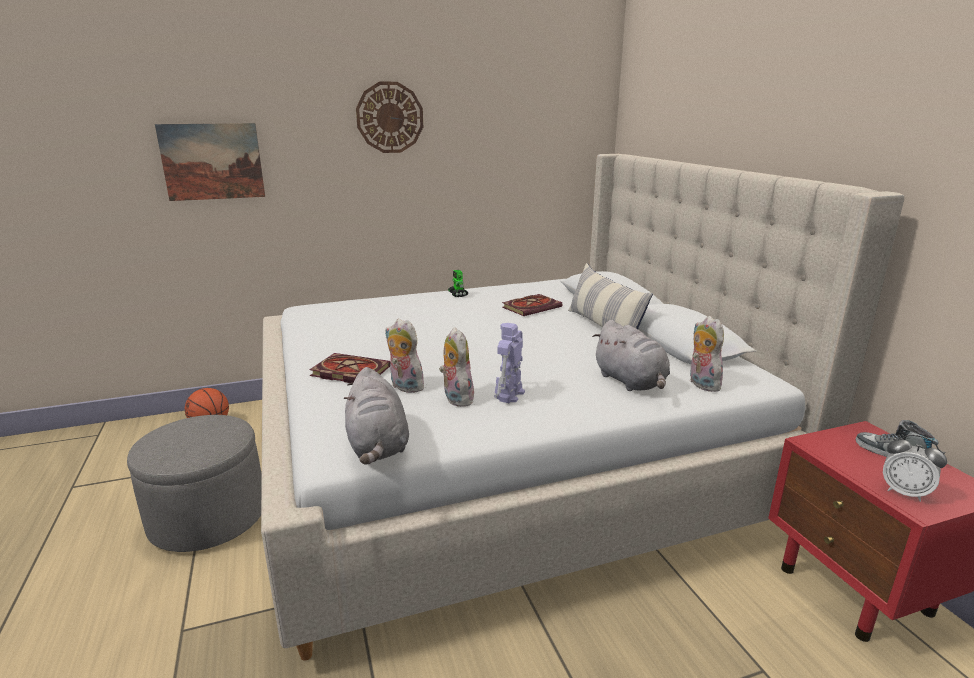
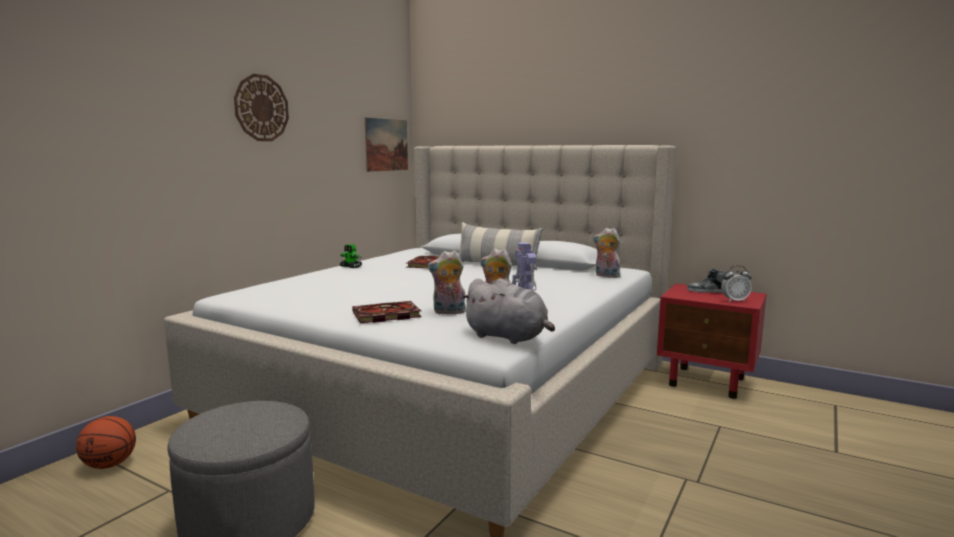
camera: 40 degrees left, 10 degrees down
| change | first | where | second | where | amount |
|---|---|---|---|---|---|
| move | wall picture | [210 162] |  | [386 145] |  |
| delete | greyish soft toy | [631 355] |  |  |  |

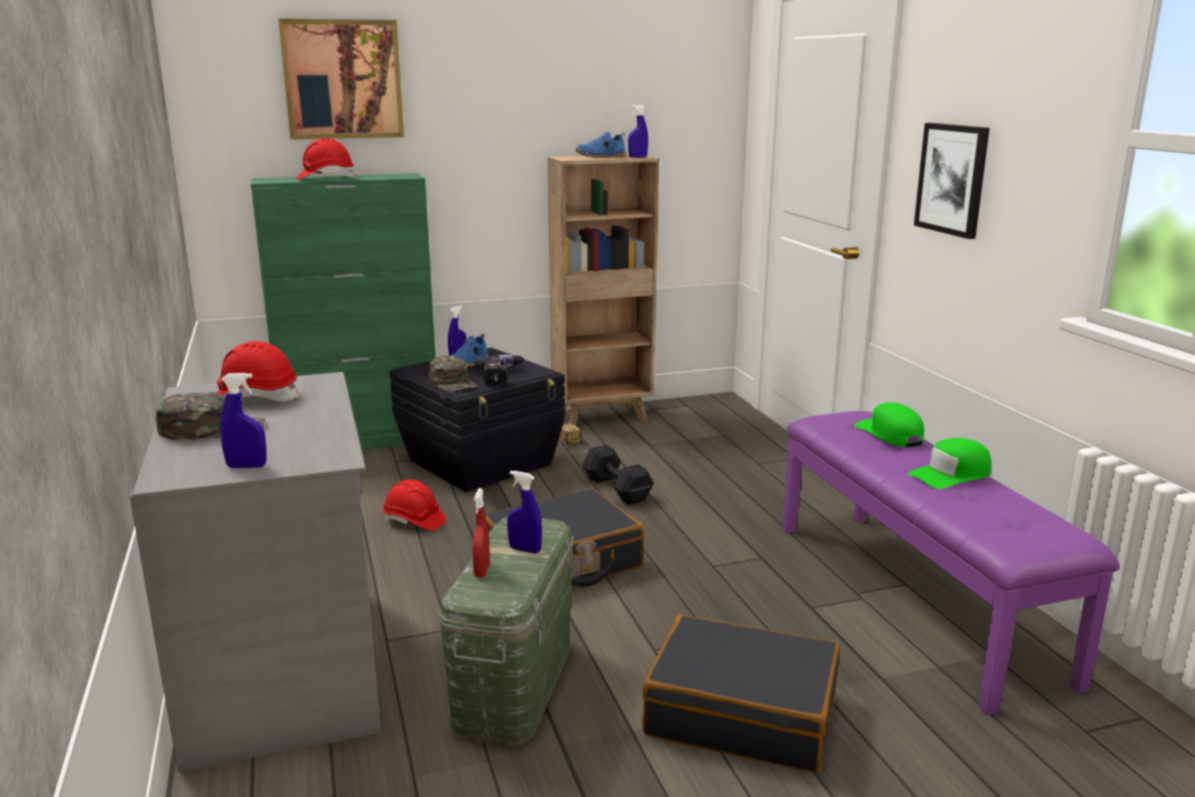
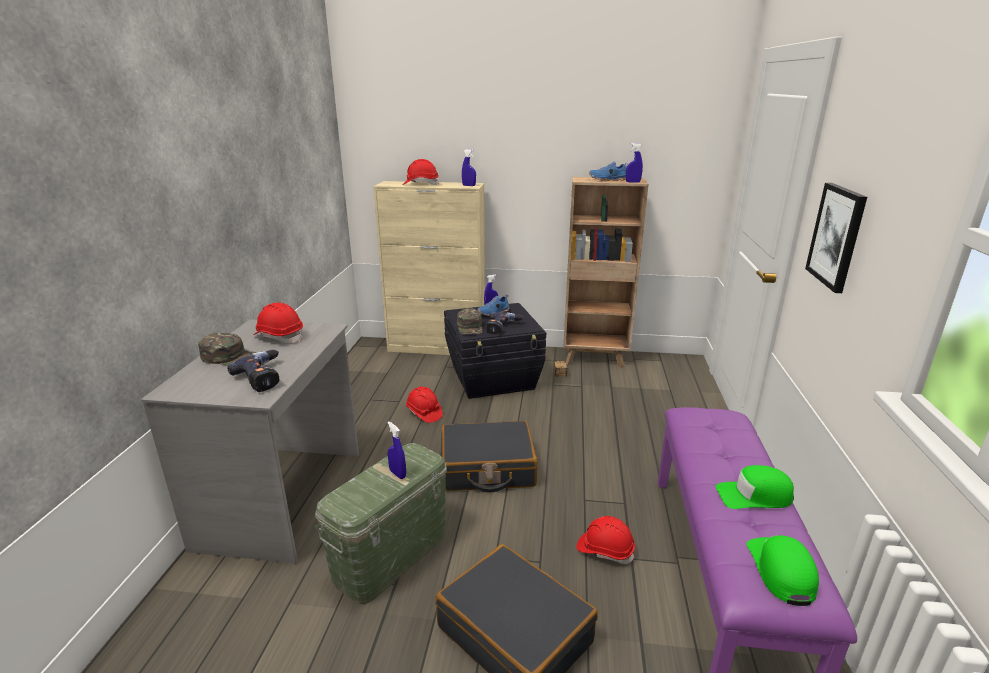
camera: 25 degrees right, 5 degrees up
| change | first | where | second | where | amount |
|---|---|---|---|---|---|
| move | blue-coloured spray bottle | [243 420] |  | [469 167] |  |
| recolor | green-coloured cabinet | [343 311] | beige-coloured cabinet | [429 268] |  |
| delete | wall picture | [341 79] |  |  |  |
| delete | reddish spray bottle | [481 532] |  |  |  |
| delete | blackish dumbbell | [618 475] |  |  |  |
| move | green-coloured peaked cap | [889 424] |  | [782 570] |  |
| insert |  |  | electric drill | [253 371] |  |
| insert |  |  | reddish safety helmet | [606 540] |  |

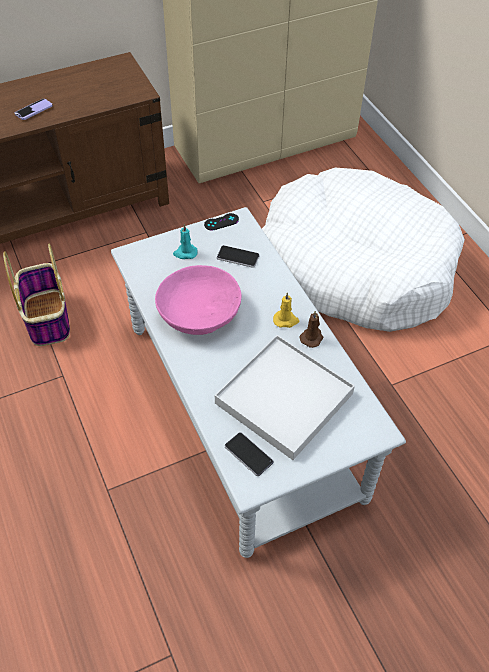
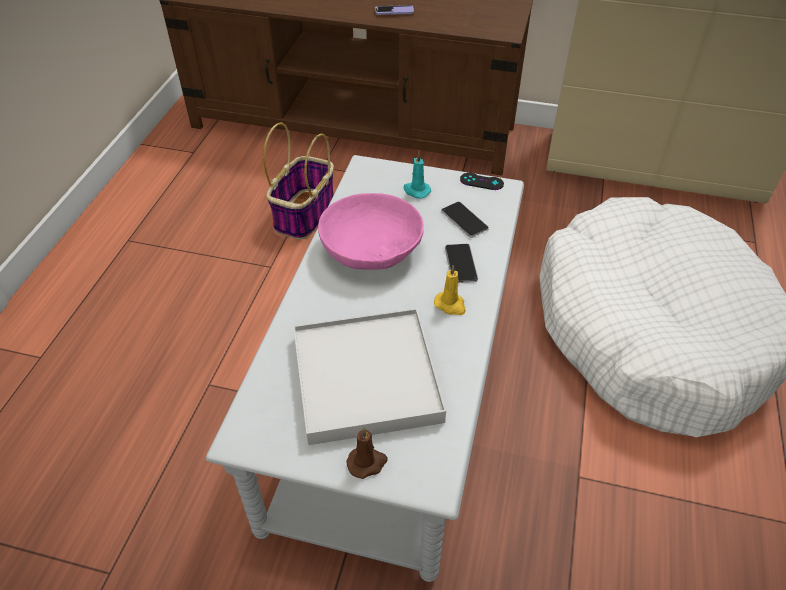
camera: 40 degrees right, 5 degrees down
| change | first | where | second | where | amount |
|---|---|---|---|---|---|
| move | handset | [249 454] |  | [461 263] |  |
| move | brown candle | [311 329] |  | [367 453] |  |

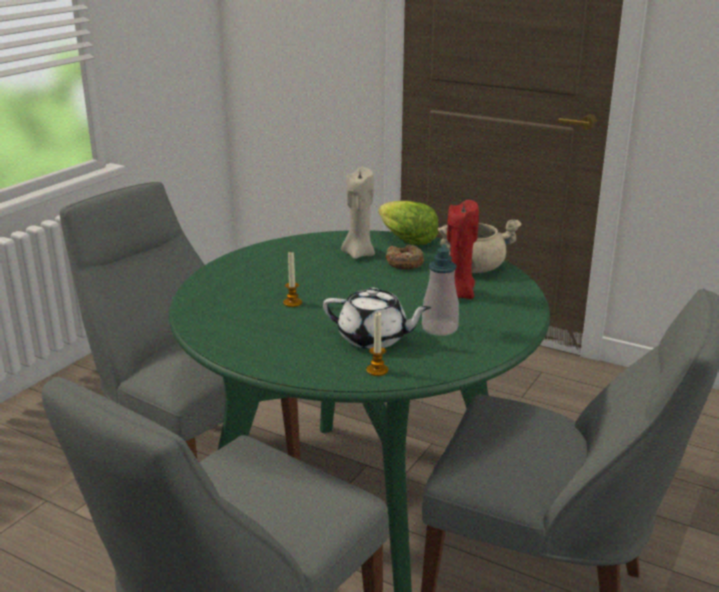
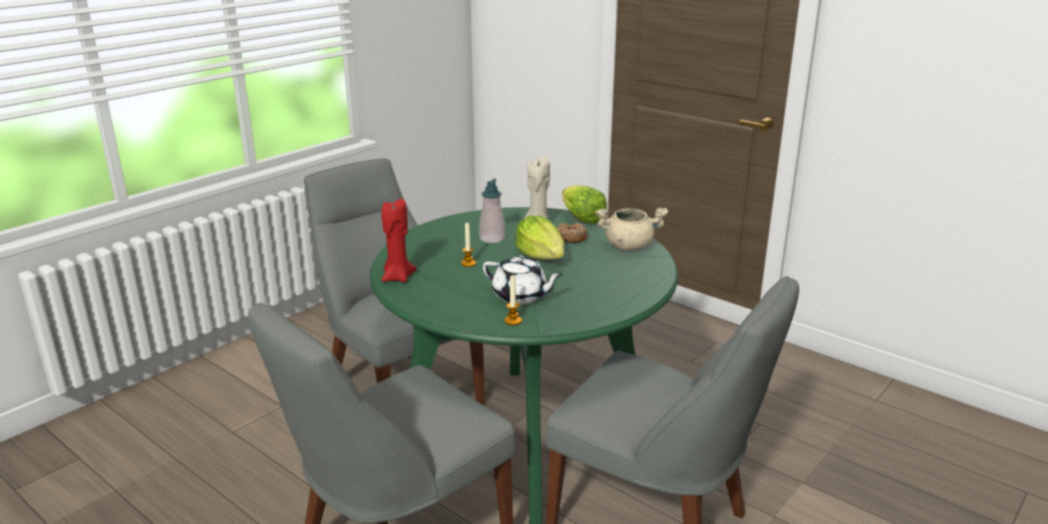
camera: 10 degrees right, 0 degrees up
| change | first | where | second | where | amount |
|---|---|---|---|---|---|
| move | liquid soap bottle | [440 290] |  | [492 211] |  |
| move | reddish candle | [463 249] |  | [398 240] |  |
| insert |  |  | head of lettuce | [539 238] |  |

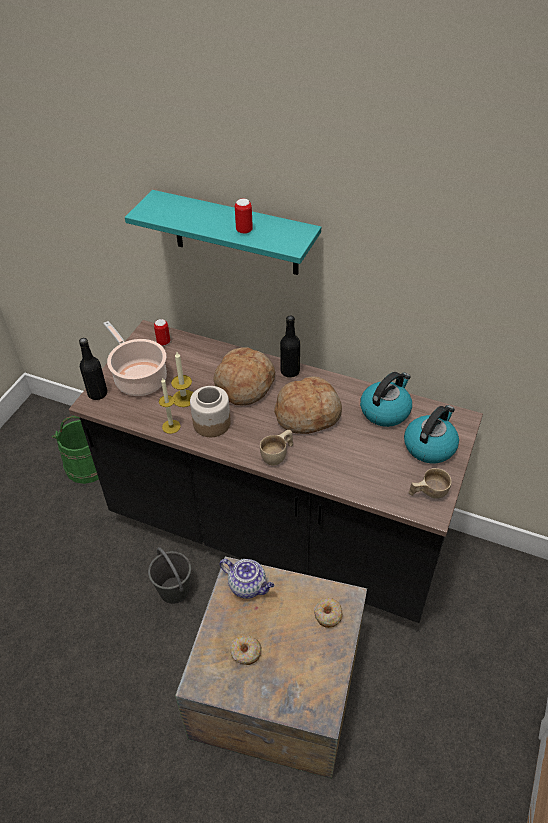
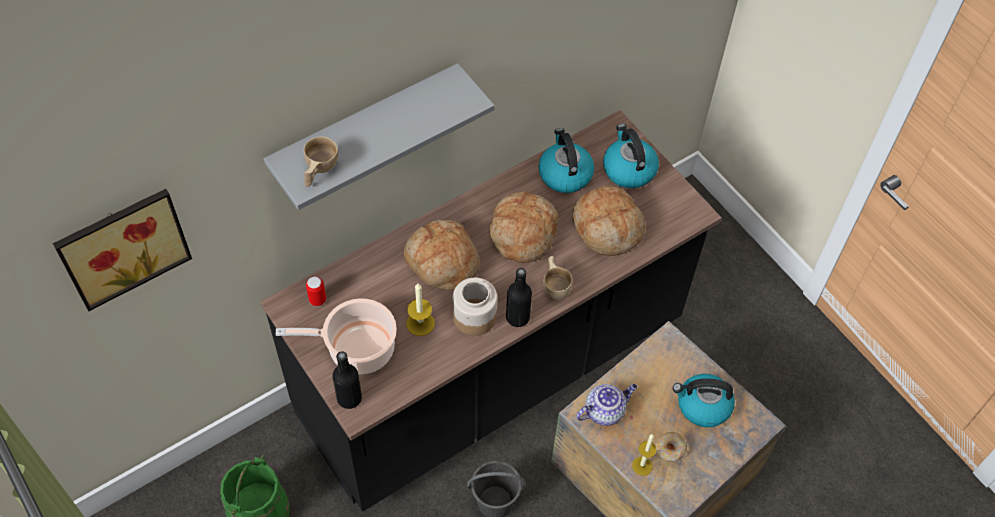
camera: 60 degrees left, 10 degrees up
| change | first | where | second | where | amount |
|---|---|---|---|---|---|
| recolor | turquoise wall shelf | [223 232] | greyish wall shelf | [379 136] |  |
| move | candle | [170 405] |  | [644 455] |  |
| delete | sealed can | [244 216] |  |  |  |
| move | blackish drink bottle | [290 347] |  | [519 297] |  |
| delete | doughnut | [328 613] |  |  |  |
| move | beige-coloured drinking cup | [430 483] |  | [321 161] |  |
| insert |  |  | wall picture | [122 250] |  |
| insert |  |  | bread | [608 221] |  |
| insert |  |  | tea kettle | [704 400] |  |

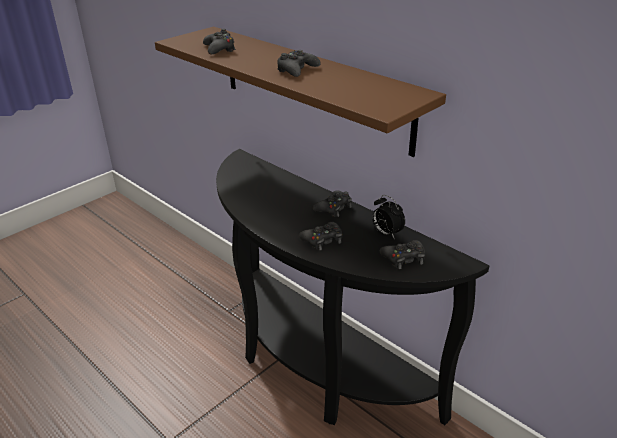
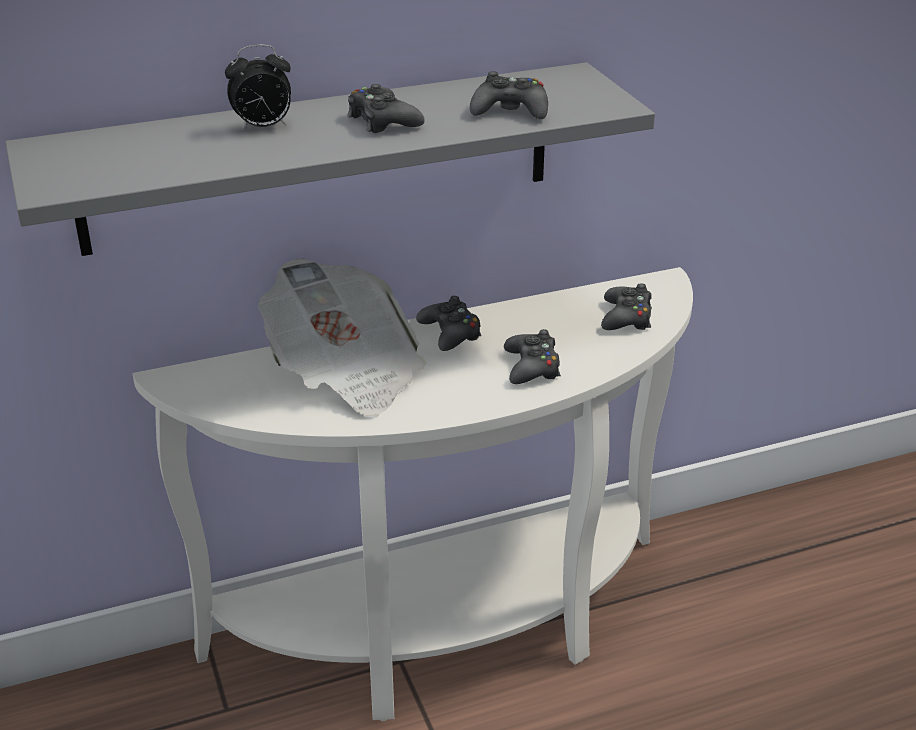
camera: 65 degrees left, 0 degrees up
| change | first | where | second | where | amount |
|---|---|---|---|---|---|
| recolor | brown wall shelf | [300 92] | greyish wall shelf | [330 159] |  |
| move | blackish gamepad | [219 41] |  | [509 95] |  |
| recolor | blackish narrow table | [353 287] | white narrow table | [412 494] |  |
| move | bedside clock | [388 216] |  | [258 88] |  |
| insert |  |  | printed paper | [342 337] |  |

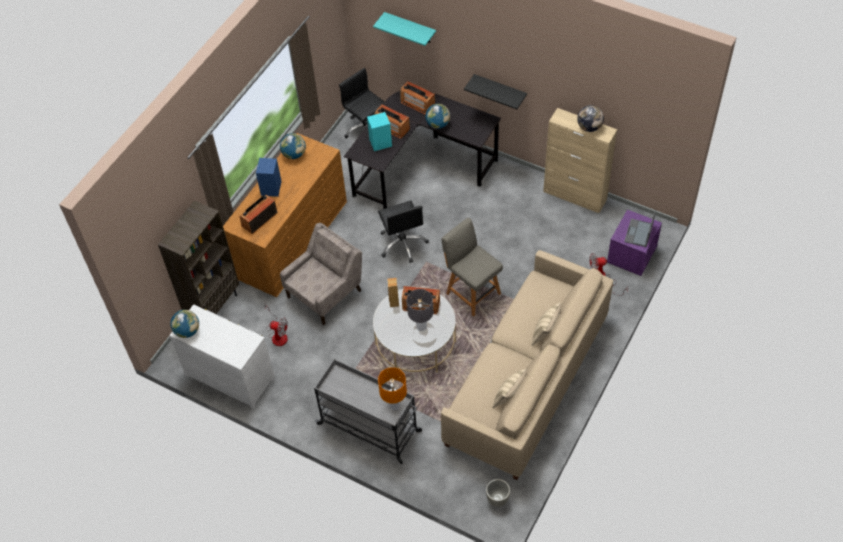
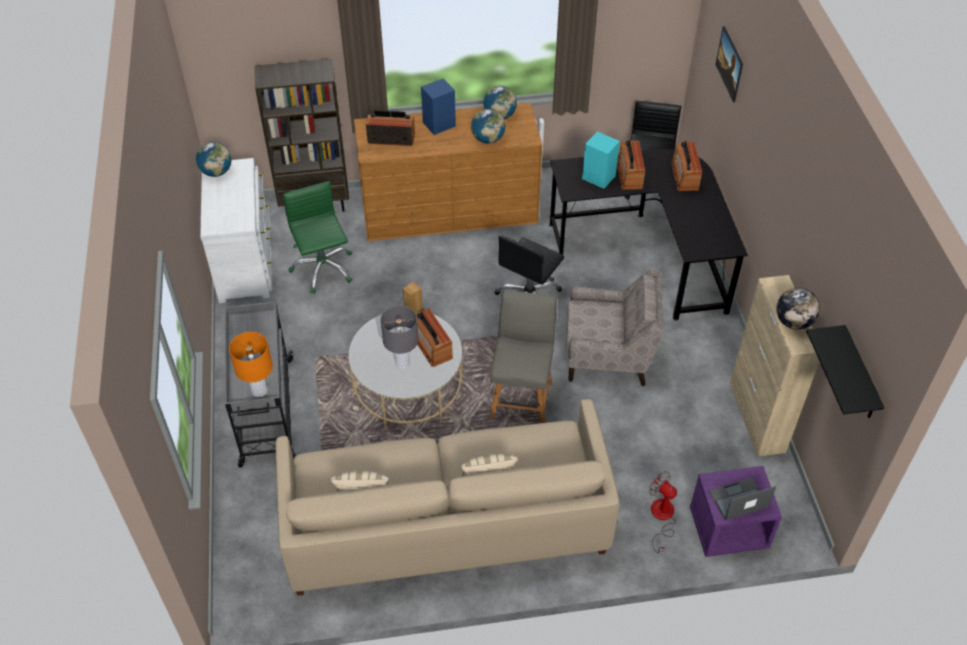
camera: 50 degrees right, 5 degrees down
| change | first | where | second | where | amount |
|---|---|---|---|---|---|
| replace | fan | [276 324] | green-coloured computer chair | [317 237] |  |
| move | beige-coloured easy chair | [321 274] |  | [614 327] |  |
| replace | turquoise wall shelf | [404 29] | wall picture | [729 64] |  |
| move | world globe | [437 116] |  | [488 126] |  |
| move | blackish wall shelf | [495 91] |  | [846 371] |  |
| delete | greyish planter | [498 493] |  |  |  |

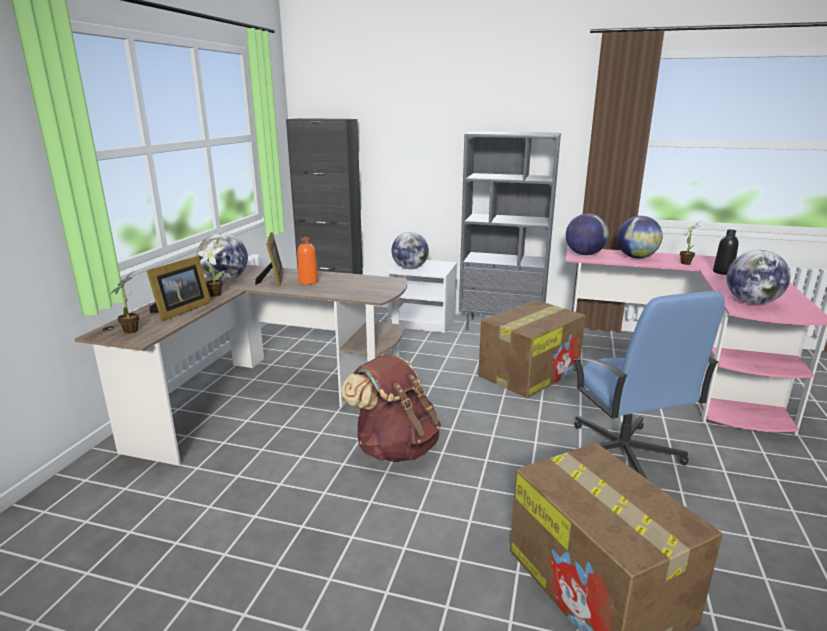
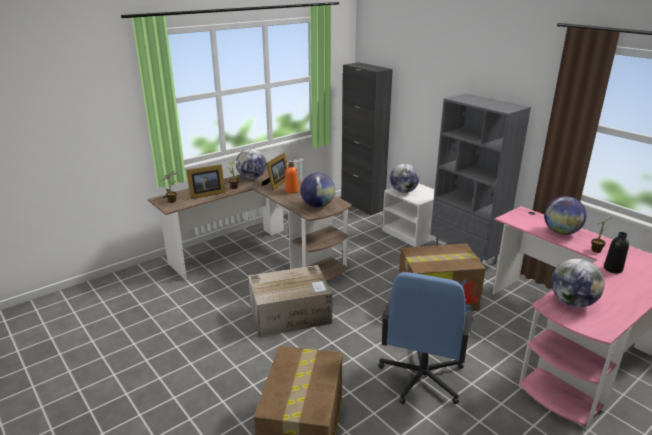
camera: 35 degrees right, 5 degrees up
| change | first | where | second | where | amount |
|---|---|---|---|---|---|
| replace | brown knapsack | [391 408] | carton | [290 301] |  |
| move | world globe | [587 234] |  | [317 190] |  |

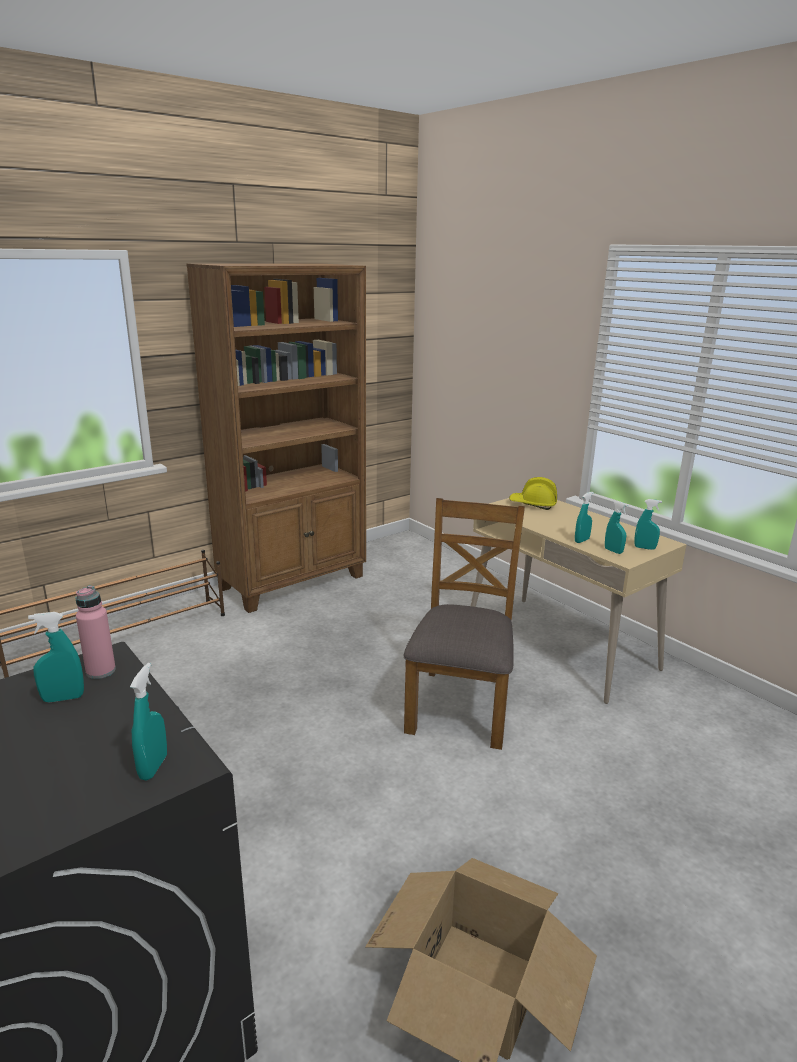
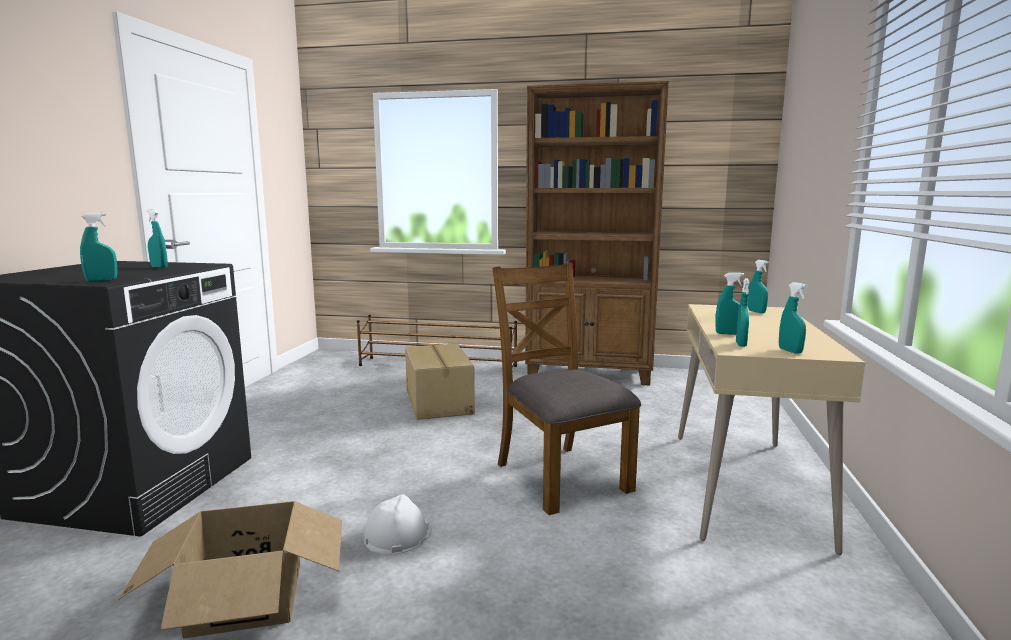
camera: 50 degrees right, 10 degrees down
| change | first | where | second | where | amount |
|---|---|---|---|---|---|
| delete | pinkish drink bottle | [96 632] |  |  |  |
| rotate | brown chair | [464 624] |  | [567 388] | 90 degrees counterclockwise |
| replace | yellowish safety helmet | [533 493] | turquoise spray bottle | [758 286] |  |
| insert |  |  | white safety helmet | [398 524] |  |
| insert |  |  | carton | [440 382] |  |

